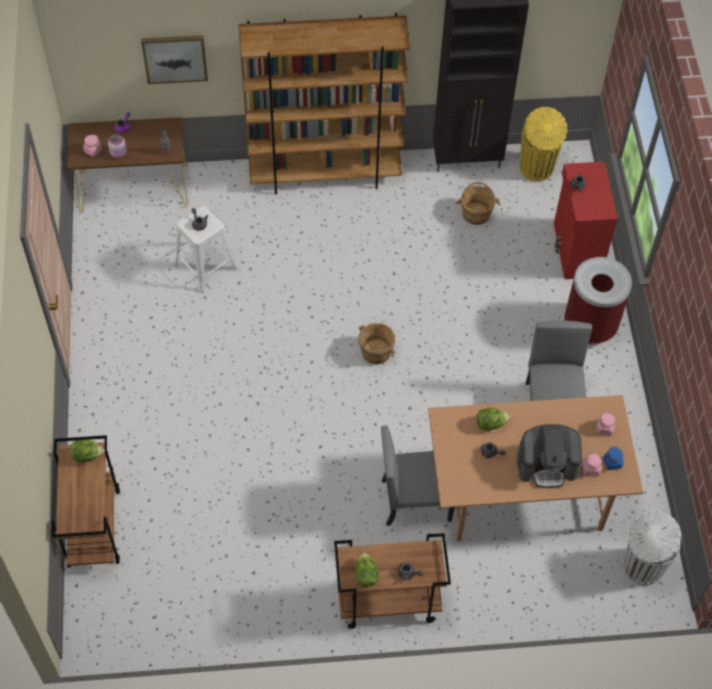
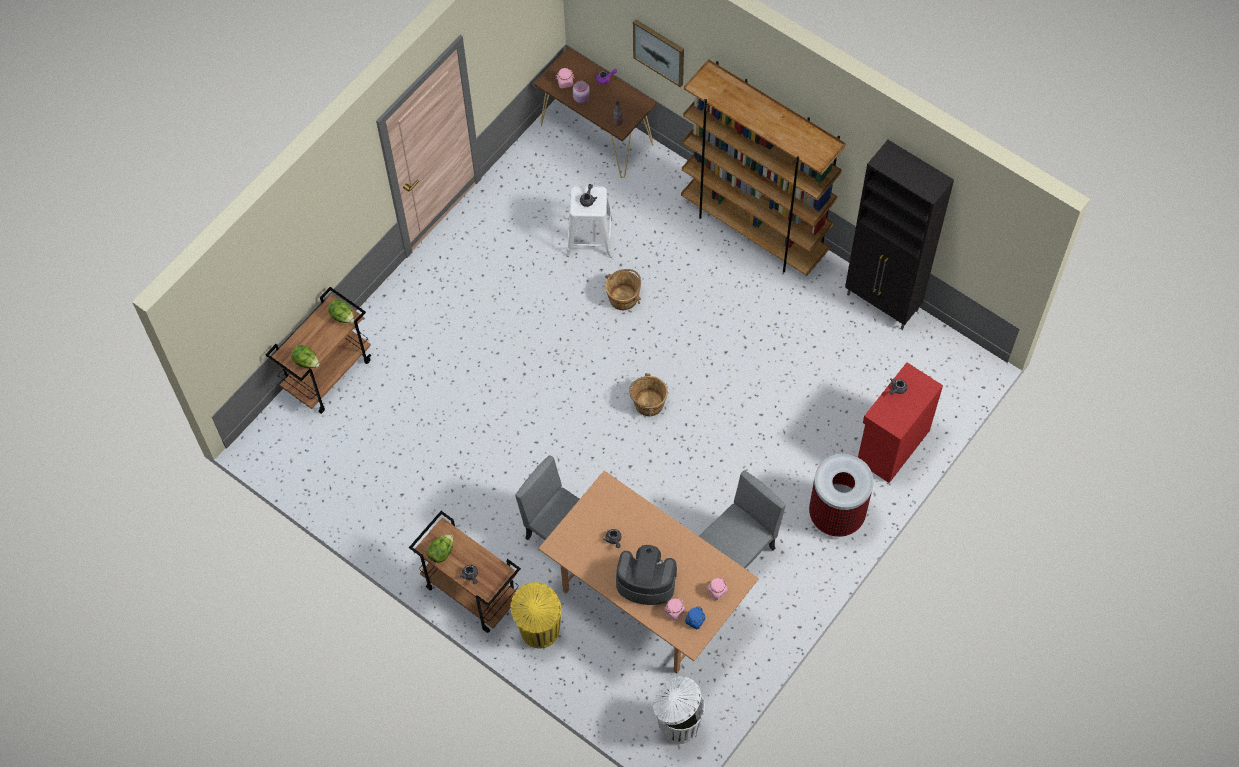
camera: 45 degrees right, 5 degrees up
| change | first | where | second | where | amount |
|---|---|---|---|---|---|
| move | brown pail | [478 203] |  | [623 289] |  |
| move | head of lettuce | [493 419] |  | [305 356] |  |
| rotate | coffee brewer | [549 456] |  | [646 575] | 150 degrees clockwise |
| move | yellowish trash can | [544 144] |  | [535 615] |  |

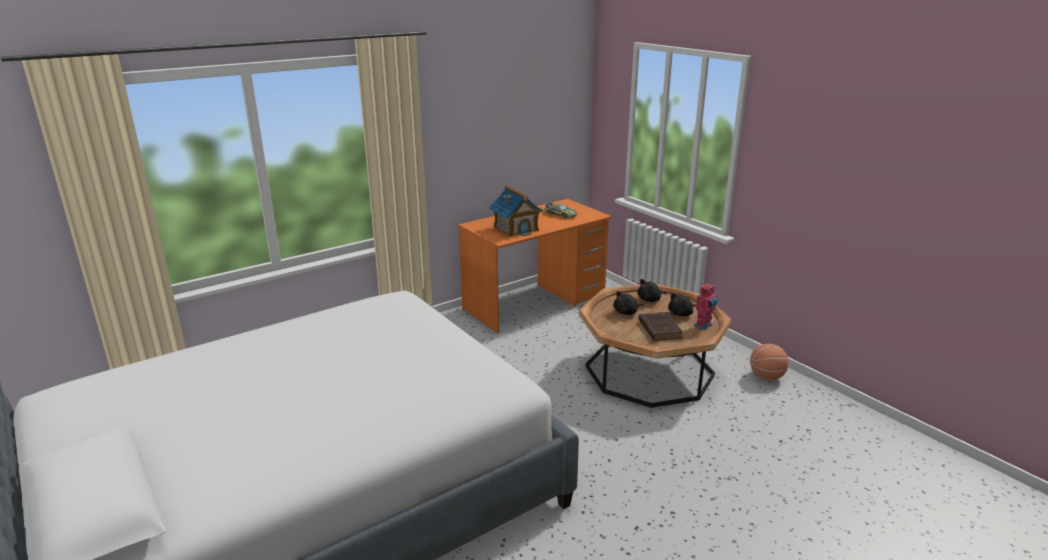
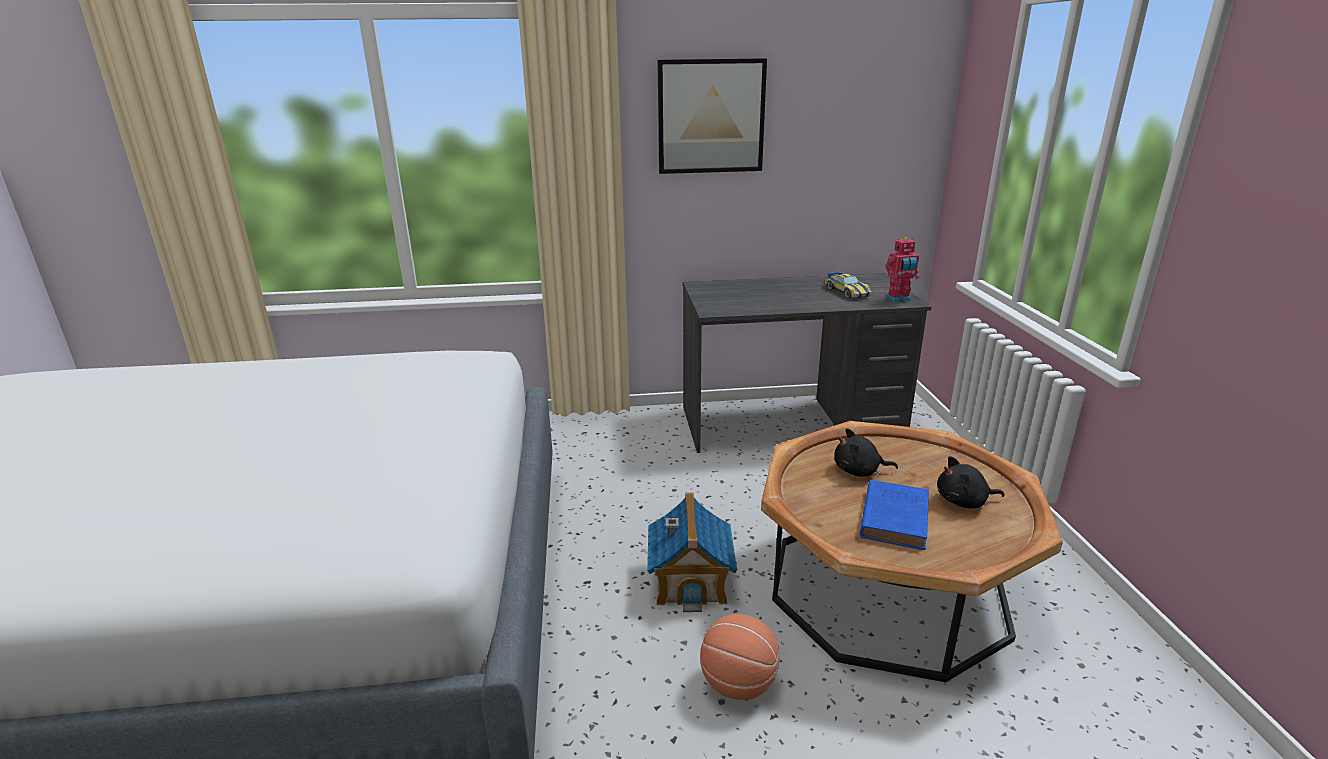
camera: 30 degrees right, 0 degrees up
| change | first | where | second | where | amount |
|---|---|---|---|---|---|
| recolor | orangey desk | [535 266] | greyish desk | [807 363] |  |
| move | miniature house | [516 211] |  | [692 552] |  |
| delete | blackish soft toy | [651 290] |  |  |  |
| recolor | brown bound book | [661 326] | blue-coloured bound book | [894 515] |  |
| move | robot figure | [706 306] |  | [902 270] |  |
| move | basketball | [769 362] |  | [740 657] |  |
| insert |  |  | wall picture | [712 116] |  |

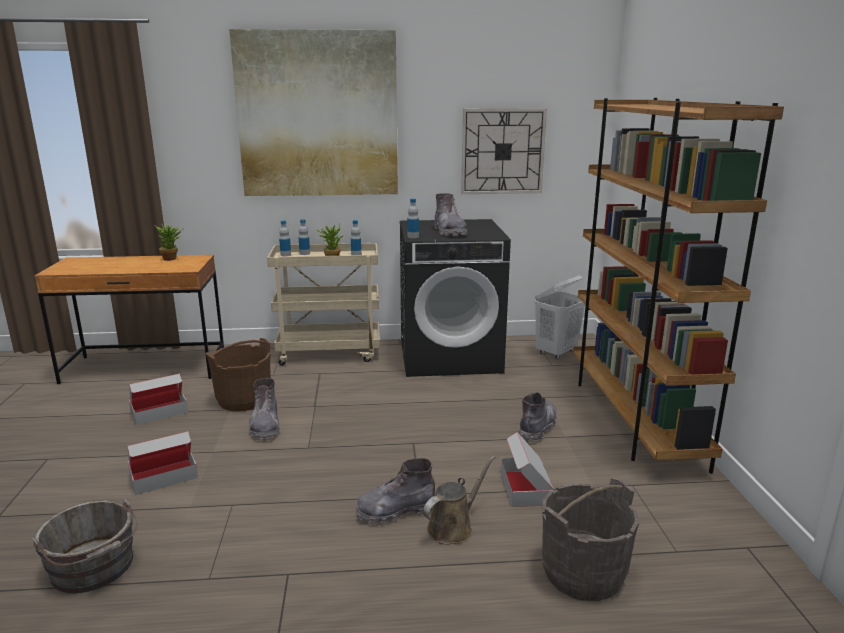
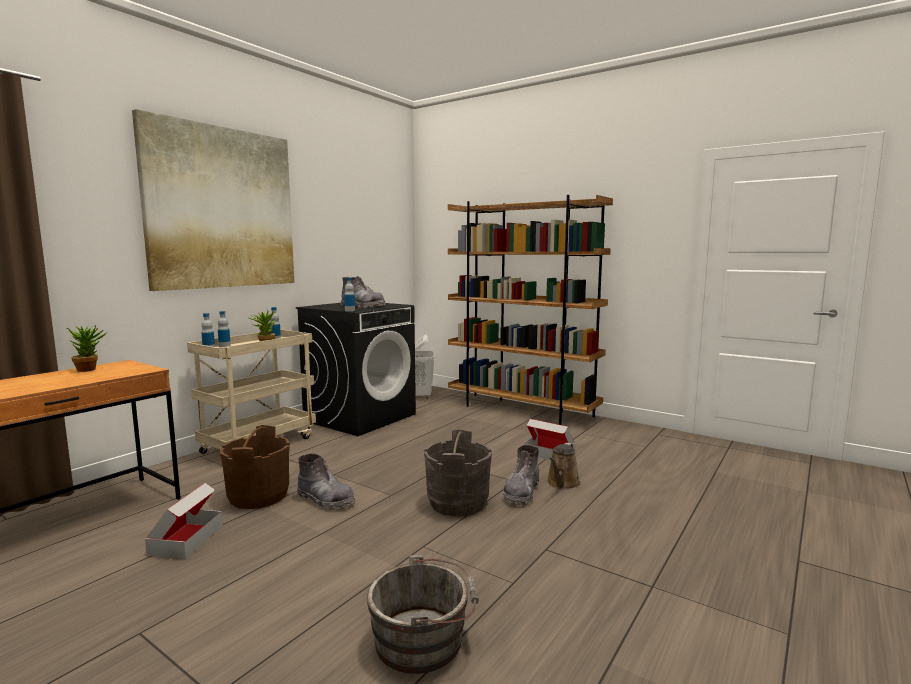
camera: 50 degrees left, 10 degrees down
| change | first | where | second | where | amount |
|---|---|---|---|---|---|
| delete | carton | [162 463] |  |  |  |
| rotate | brown watering can | [459 500] |  | [563 466] | 150 degrees counterclockwise |
| delete | clock on the wall | [504 151] |  |  |  |
| delete | greyish boot | [538 417] |  |  |  |
| move | greyish pail | [590 539] |  | [458 473] |  |

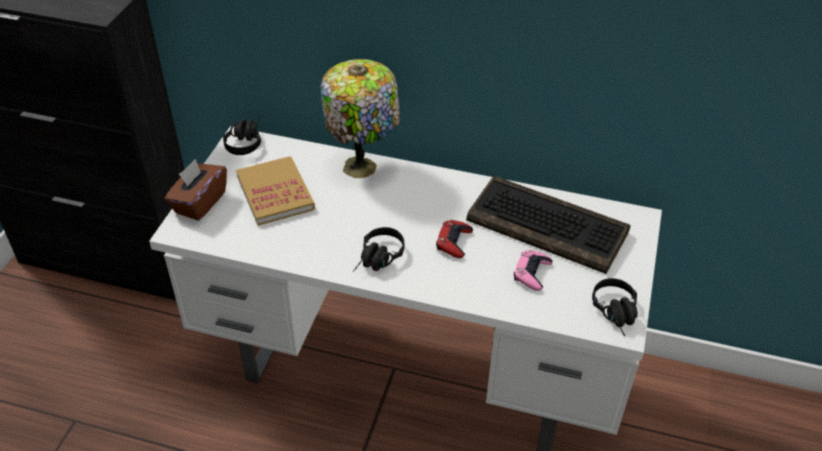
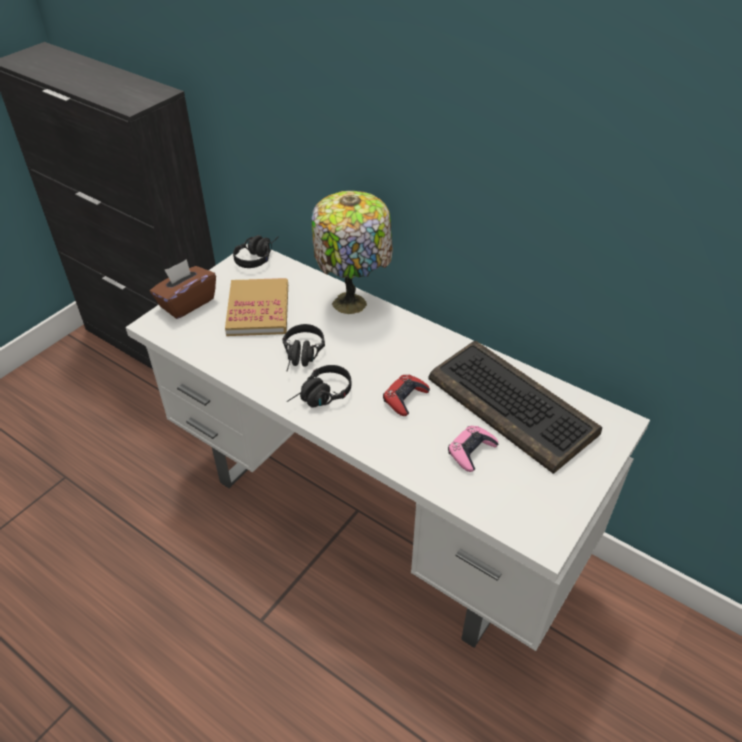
camera: 20 degrees right, 0 degrees up
| change | first | where | second | where | amount |
|---|---|---|---|---|---|
| move | blackish headphones | [615 307] |  | [303 347] |  |

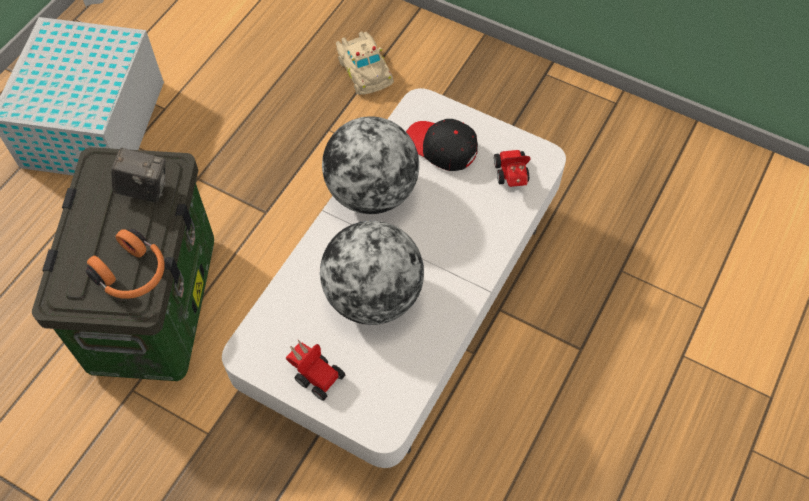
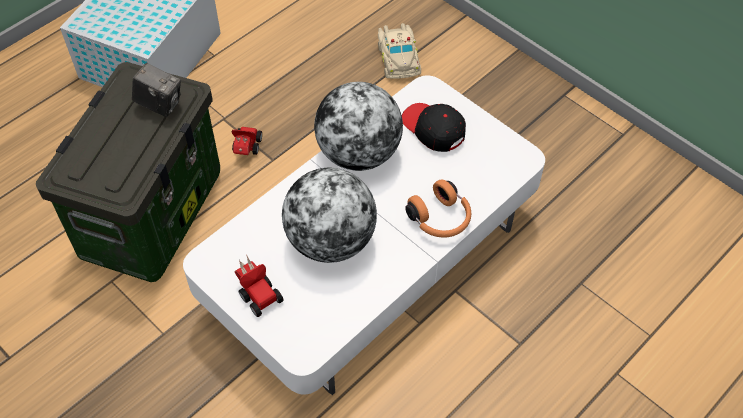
camera: 15 degrees right, 5 degrees down
| change | first | where | second | where | amount |
|---|---|---|---|---|---|
| move | orangey headphones | [125 264] |  | [438 208] |  |
| move | toy car | [512 168] |  | [247 141] |  |

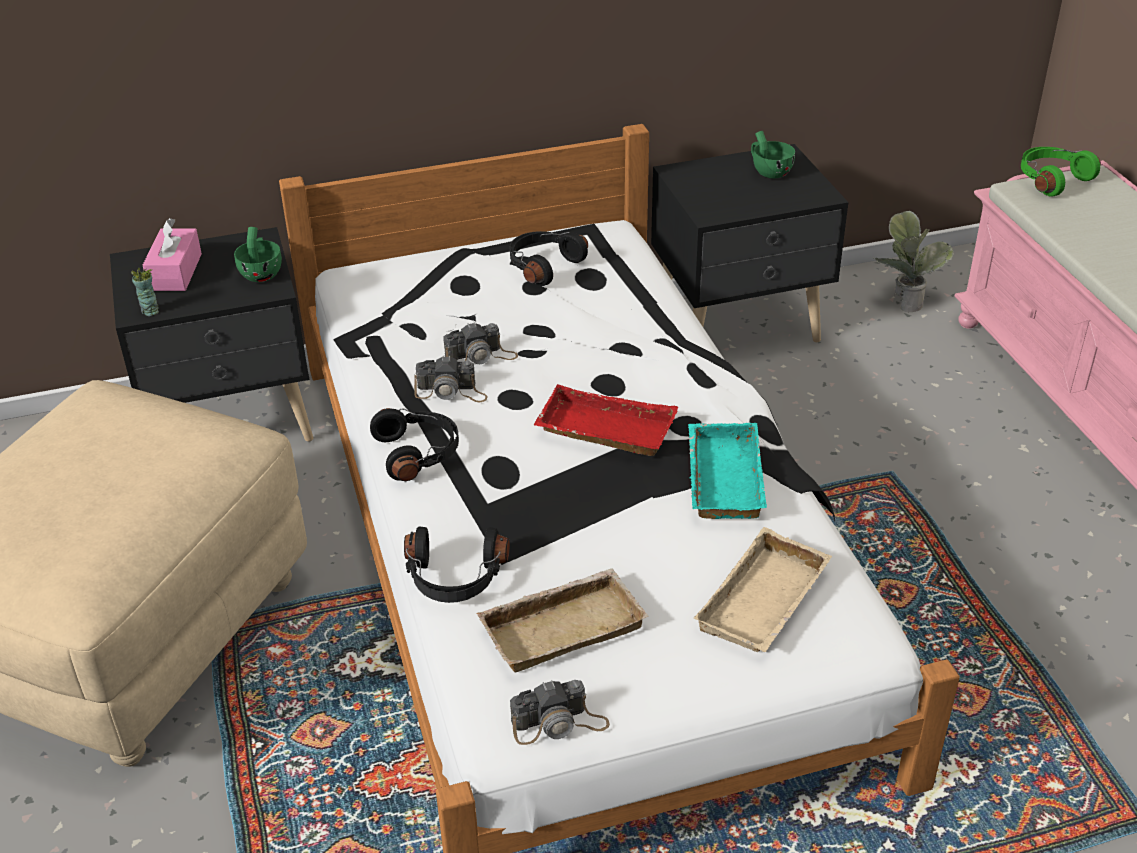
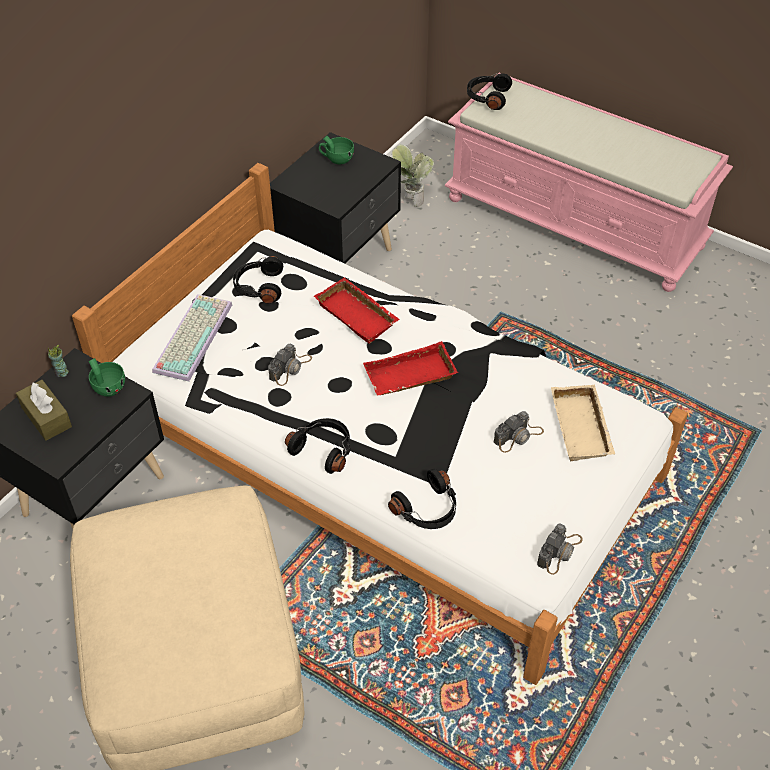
camera: 40 degrees left, 10 degrees up
| change | first | where | second | where | amount |
|---|---|---|---|---|---|
| move | drinking cup | [145 292] |  | [58 361] |  |
| recolor | pinkish tissue holder | [172 254] | brown tissue holder | [44 410] |  |
| move | still camera | [451 378] |  | [518 432] |  |
| delete | beige-coloured carrying tray | [562 620] |  |  |  |
| delete | turquoise carrying tray | [727 471] |  |  |  |
| recolor | green-coloured headphones | [1061 172] | blackish headphones | [489 91] |  |
| insert |  |  | keyboard | [192 338] |  |
| insert |  |  | reddish carrying tray | [357 310] |  |

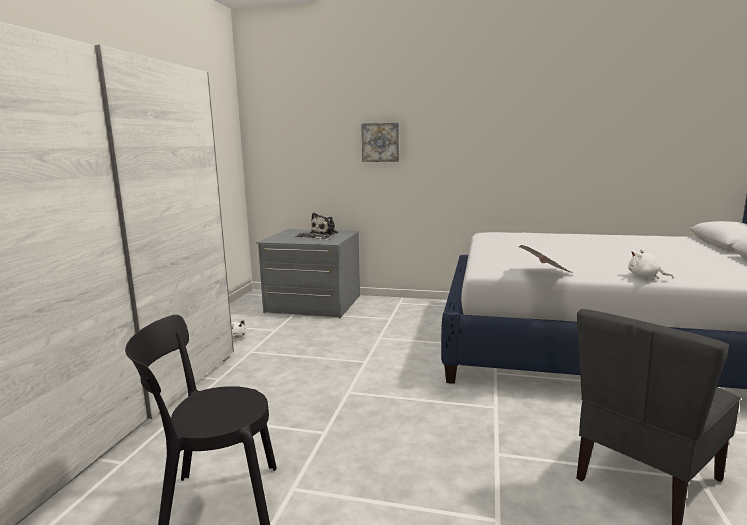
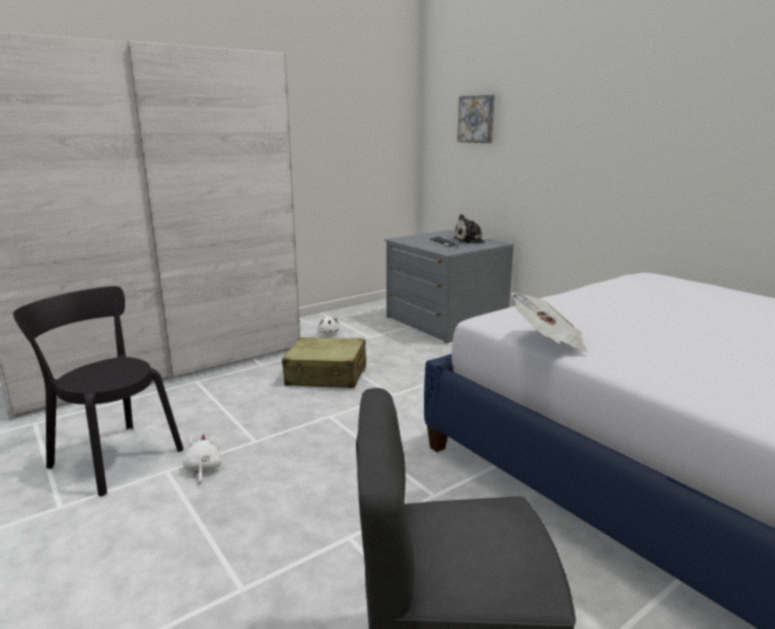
camera: 40 degrees right, 5 degrees up
| change | first | where | second | where | amount |
|---|---|---|---|---|---|
| move | wall picture | [380 142] |  | [476 119] |  |
| move | white soft toy | [651 264] |  | [202 459] |  |
| insert |  |  | beige-coloured travel case | [324 362] |  |

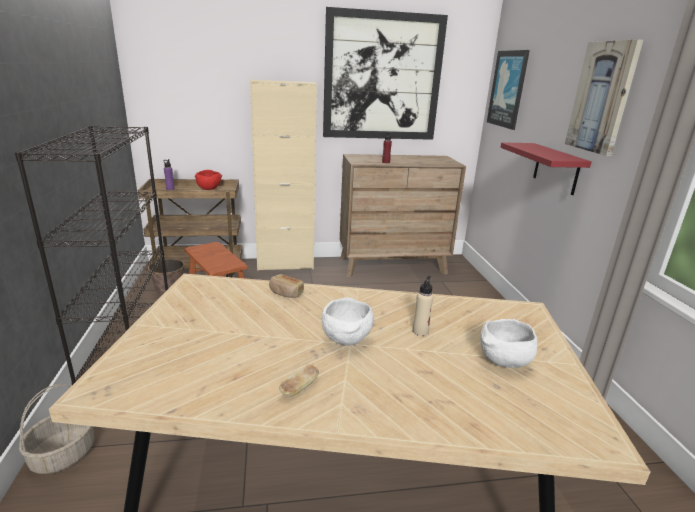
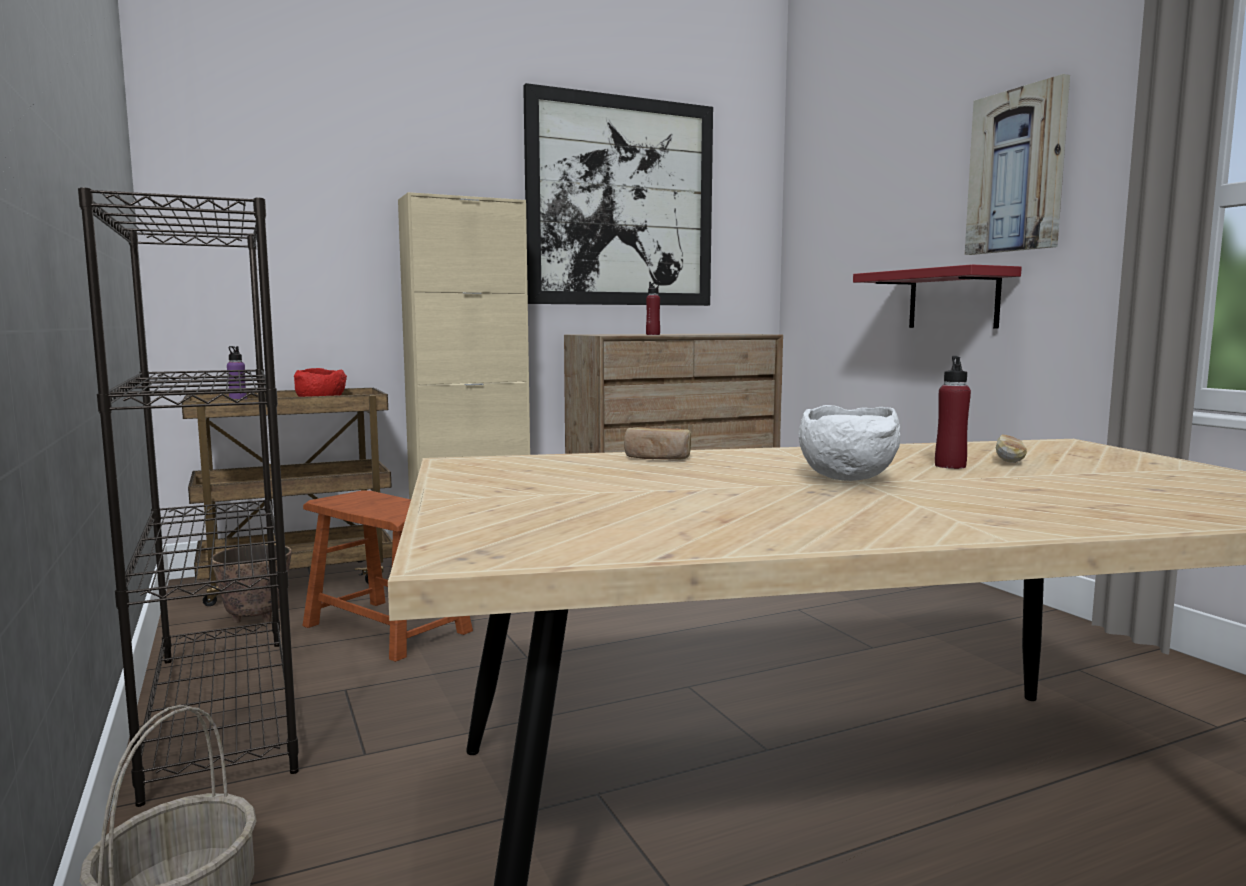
camera: 15 degrees left, 15 degrees down
| change | first | where | second | where | amount |
|---|---|---|---|---|---|
| move | bread | [299 380] |  | [1011 449] |  |
| recolor | beige-coloured drink bottle | [423 306] | reddish drink bottle | [953 412] |  |
| delete | white bowl | [508 343] |  |  |  |
| delete | wall picture | [508 90] |  |  |  |

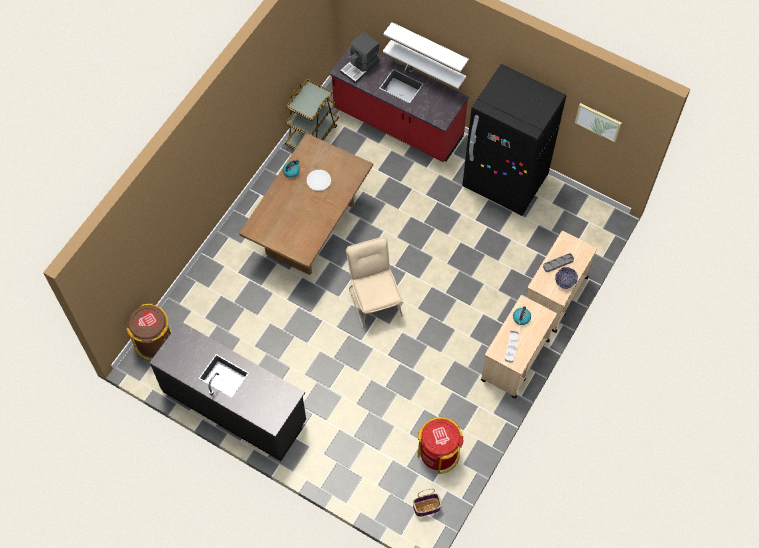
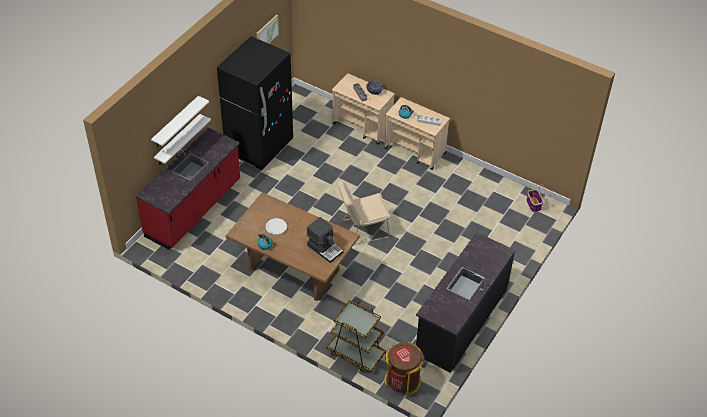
camera: 90 degrees left, 15 degrees down
| change | first | where | second | where | amount |
|---|---|---|---|---|---|
| move | brown trolley | [312 114] |  | [356 336] |  |
| move | coffee brewer | [359 58] |  | [325 240] |  |
| delete | reddish trash can | [440 445] |  |  |  |

